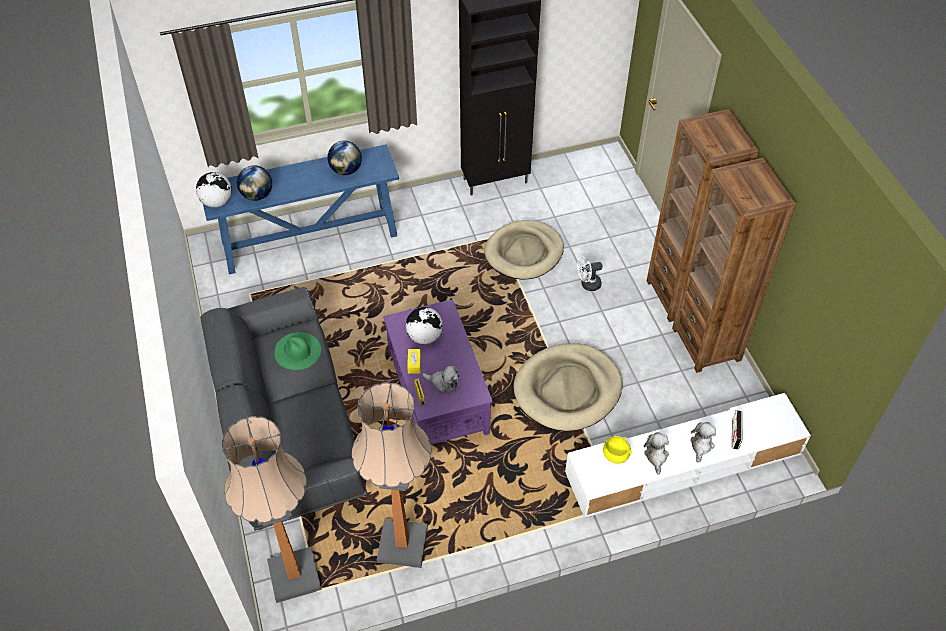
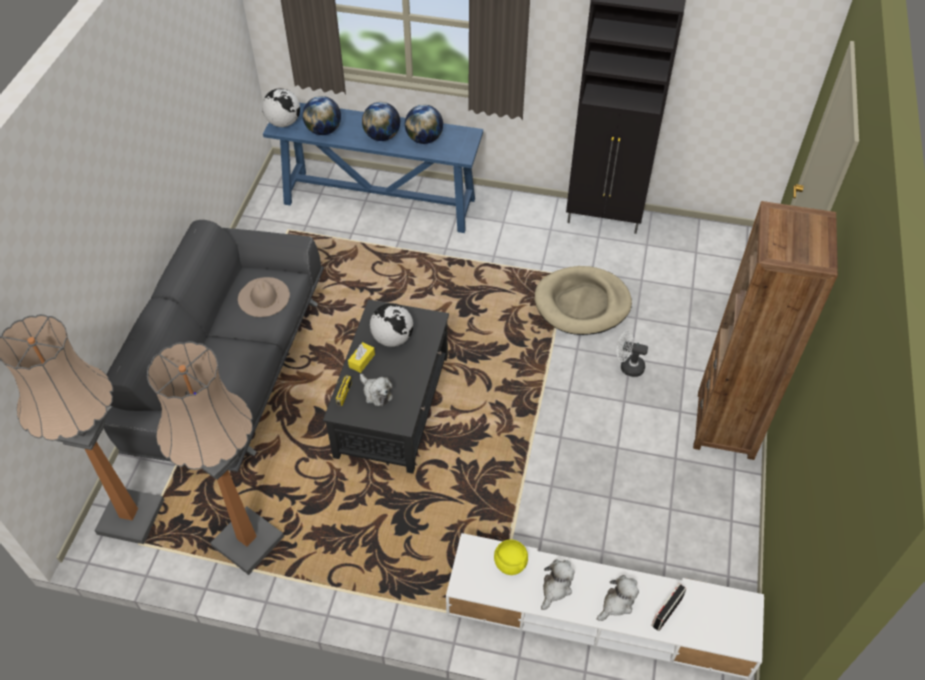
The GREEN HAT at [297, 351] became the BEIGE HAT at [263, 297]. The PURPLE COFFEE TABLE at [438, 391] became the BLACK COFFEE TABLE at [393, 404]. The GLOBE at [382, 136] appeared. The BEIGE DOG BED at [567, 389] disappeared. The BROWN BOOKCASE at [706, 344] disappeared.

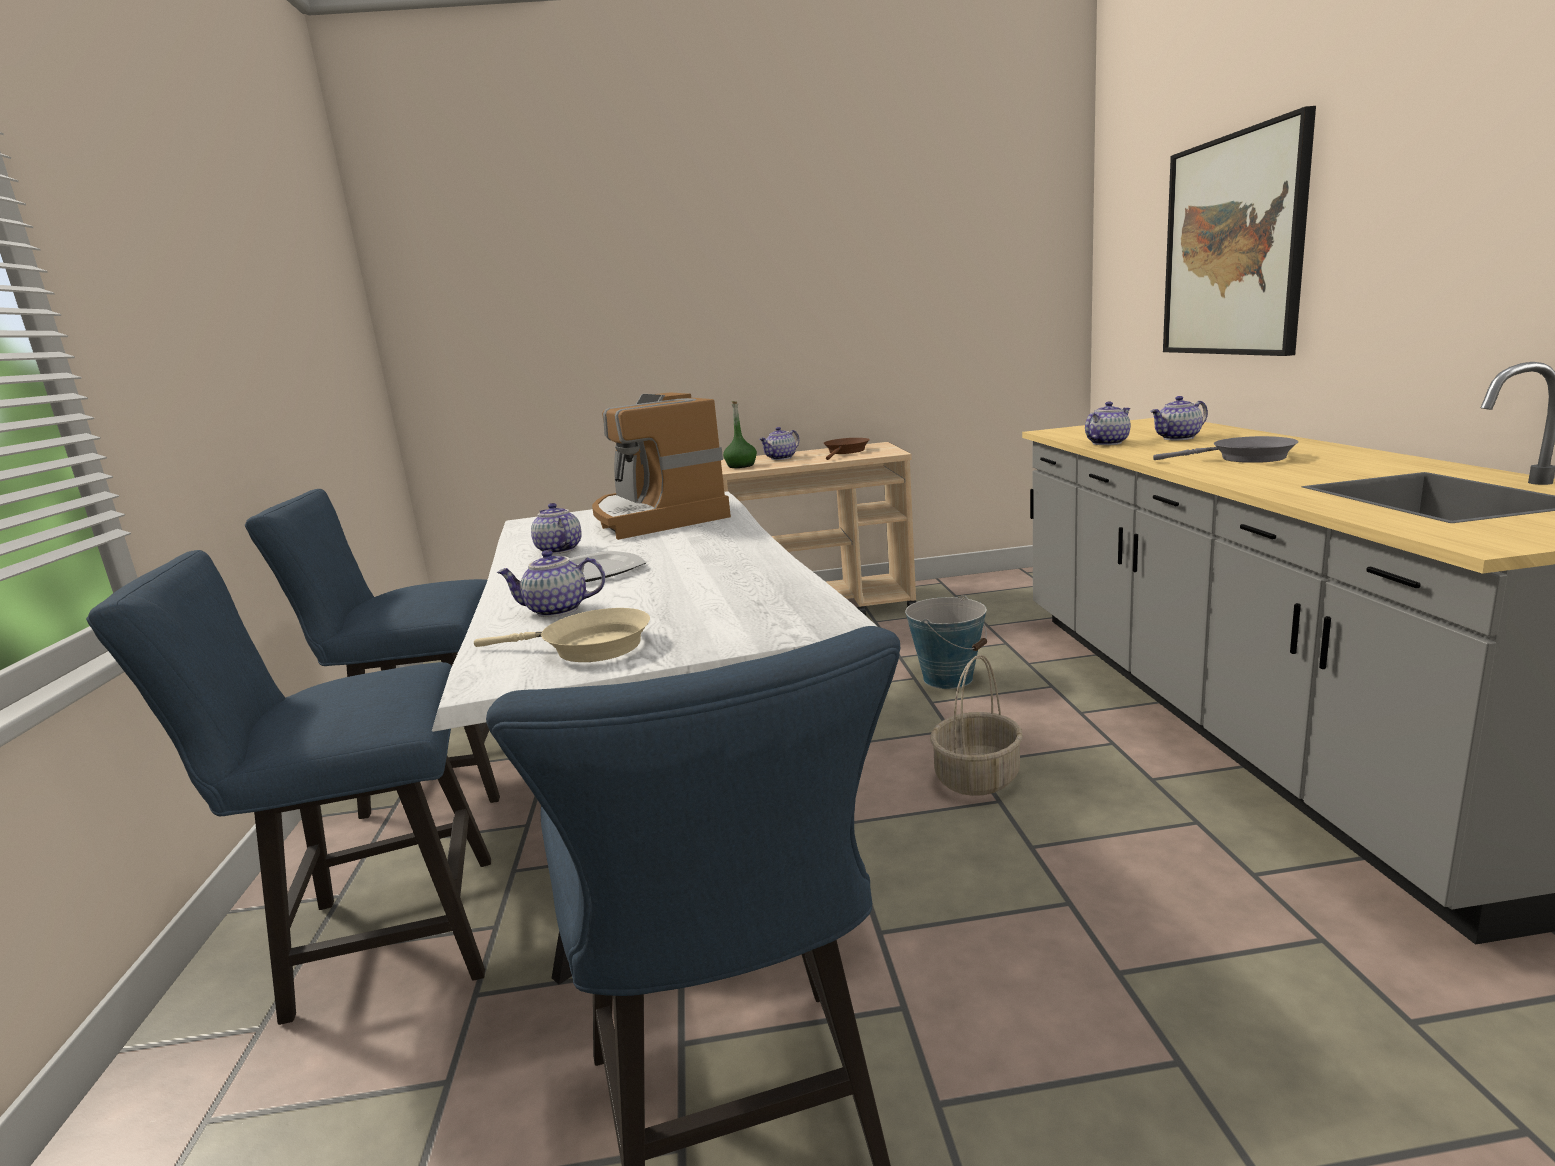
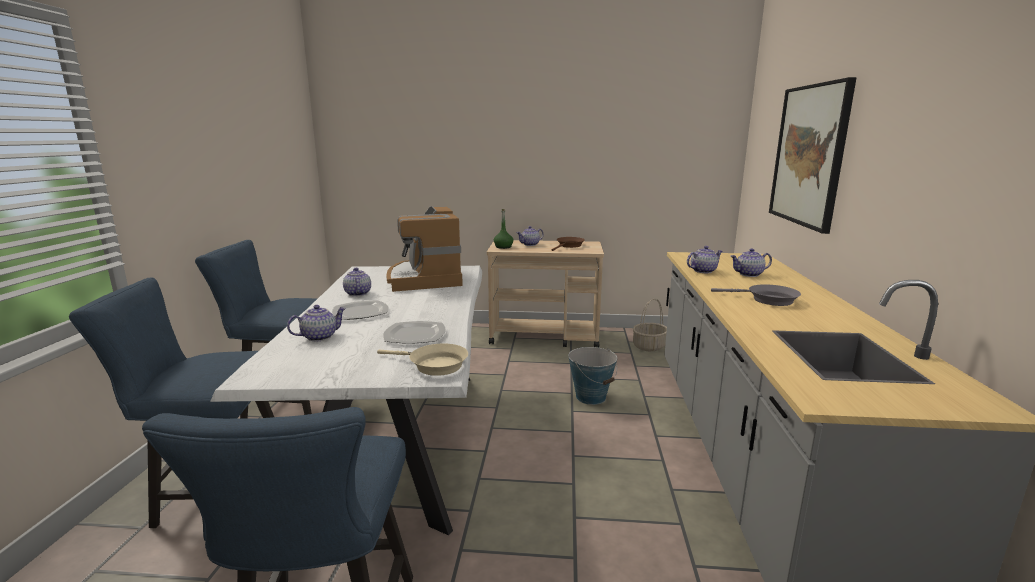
The TEAPOT at [556, 611] turned 135 degrees clockwise. The BEIGE FRYING PAN moved from [588, 648] to [434, 365]. The PLATE at [415, 335] appeared. The BASKET moved from [977, 778] to [649, 346].

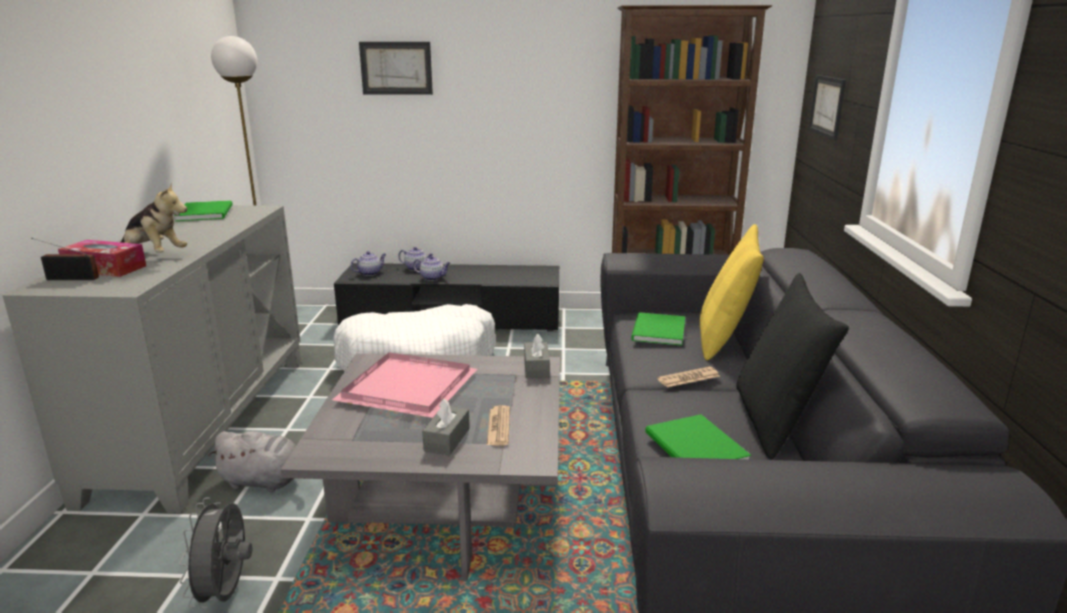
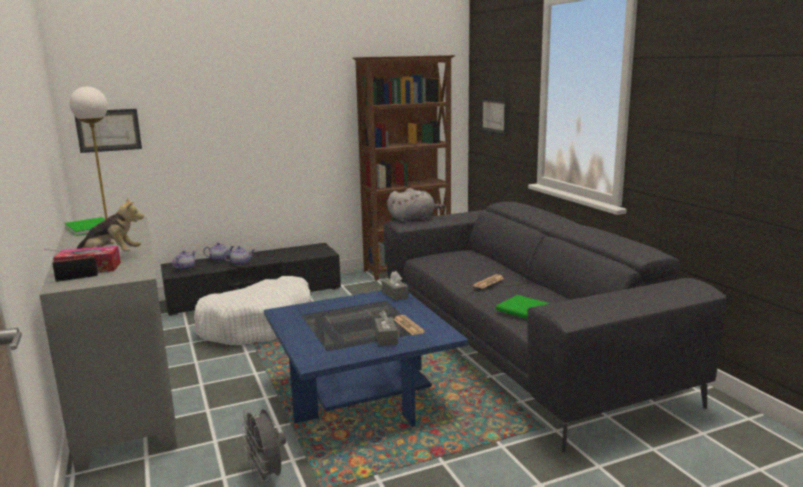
The PICTURE moved from [396, 68] to [108, 130]. The GREY COFFEE TABLE at [446, 503] became the BLUE COFFEE TABLE at [362, 395]. The GREY PLUSH TOY moved from [265, 482] to [413, 219]. The PINK TRAY at [410, 387] disappeared. The GREEN BOOK at [657, 331] disappeared. The YELLOW PILLOW at [724, 339] disappeared. The BLACK PILLOW at [774, 421] disappeared.

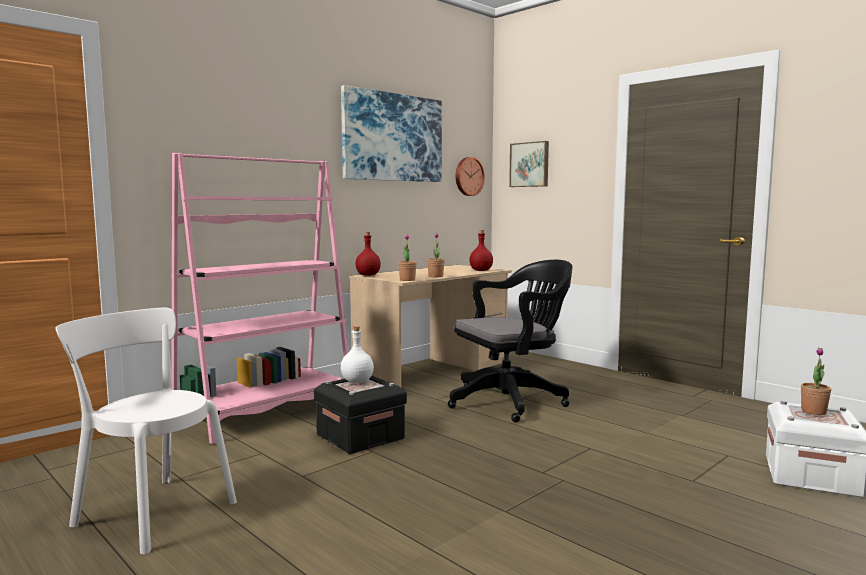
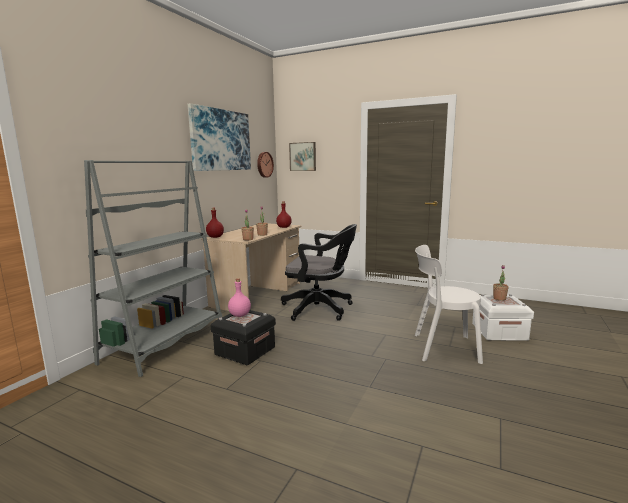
The PINK BOOKCASE at [267, 414] became the GREY BOOKCASE at [166, 344]. The WHITE BOTTLE at [358, 381] became the PINK BOTTLE at [240, 315]. The BLACK OFFICE CHAIR at [511, 400] turned 60 degrees clockwise. The WHITE CHAIR moved from [151, 511] to [442, 348].

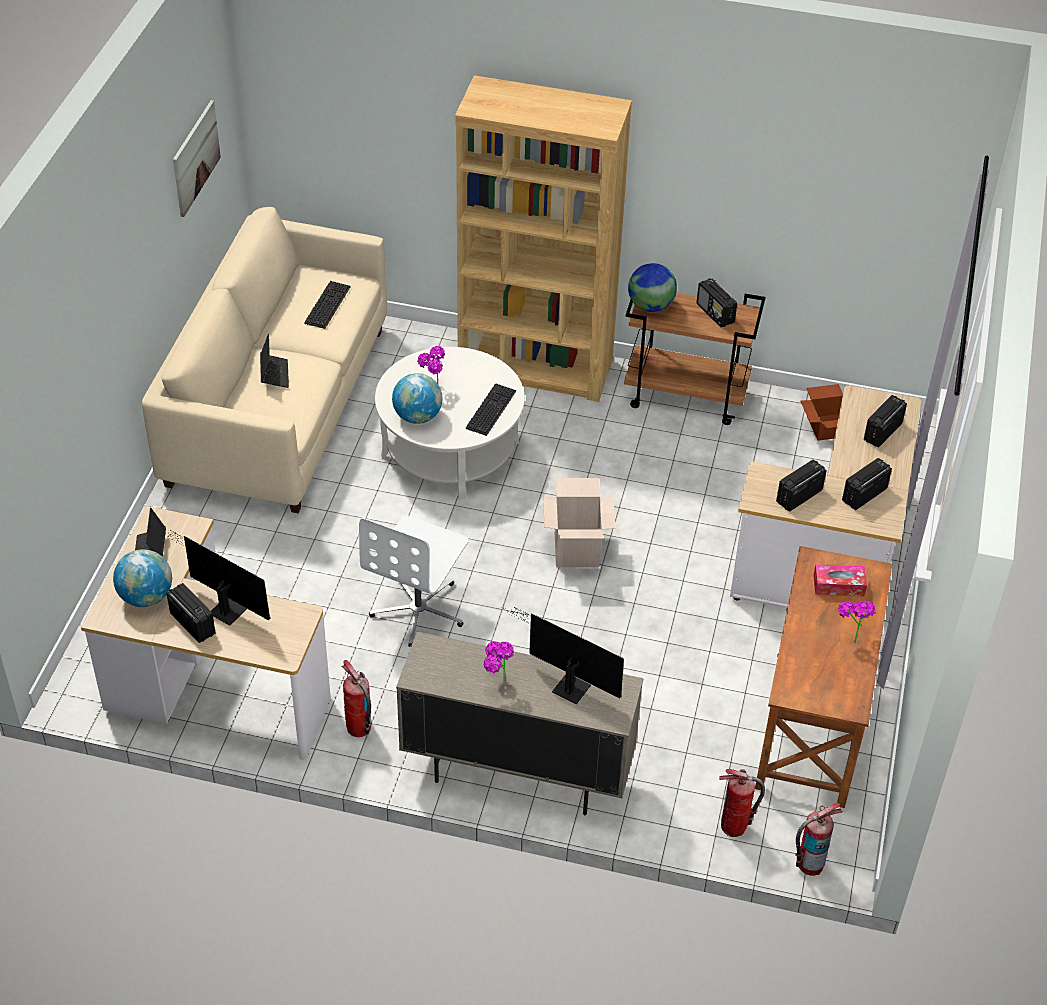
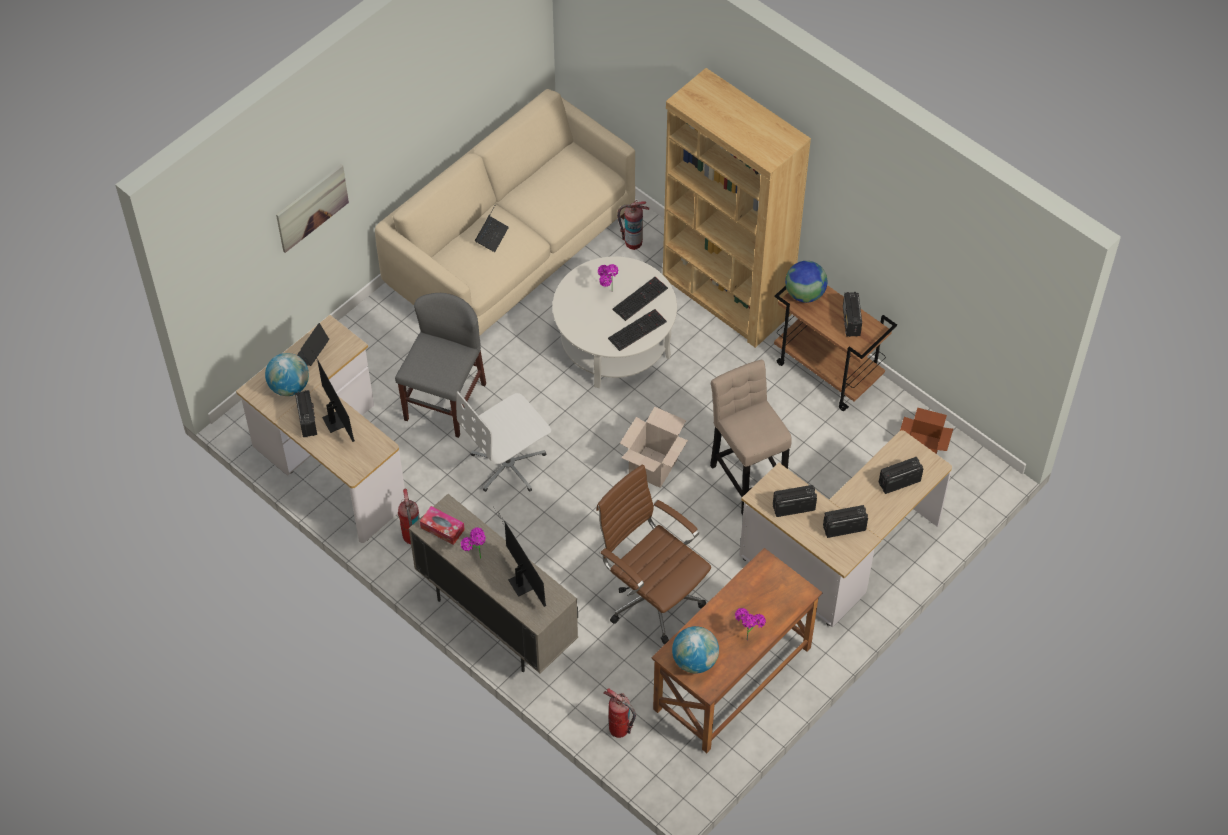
The PICTURE moved from [195, 158] to [312, 207]. The GREY CHAIR at [445, 402] appeared. The TISSUE BOX moved from [838, 585] to [442, 528]. The BROWN OFFICE CHAIR at [651, 597] appeared. The KEYBOARD moved from [327, 304] to [640, 298]. The FIRE EXTINGUISHER moved from [809, 864] to [633, 242]. The GLOBE moved from [418, 416] to [695, 660]. The BEIGE STOOL at [746, 477] appeared.

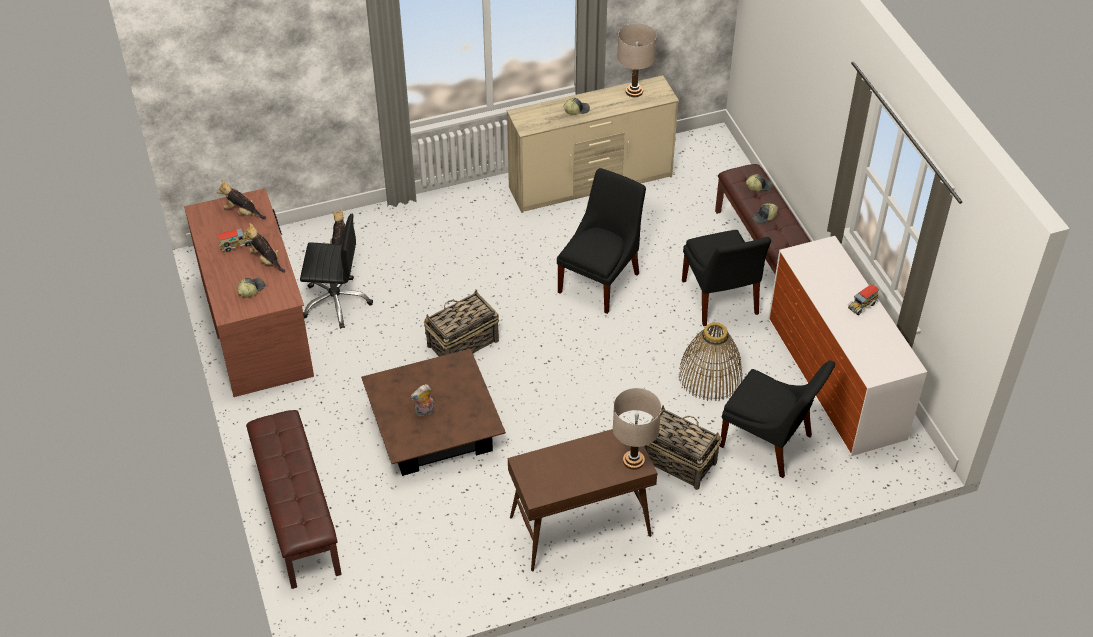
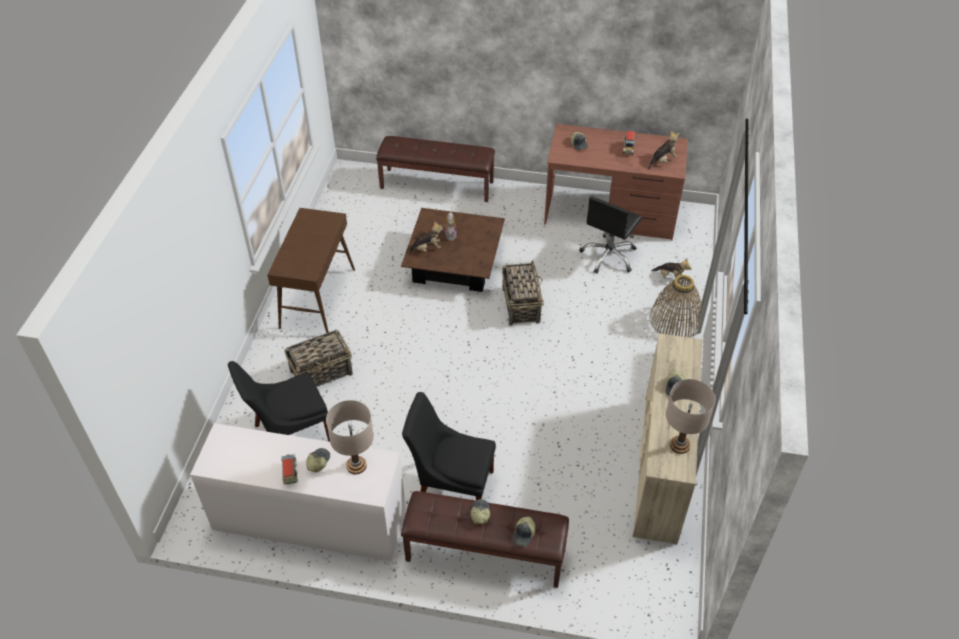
The CAP at [318, 461] appeared. The BEIGE TABLE LAMP moved from [633, 460] to [356, 465]. The PLUSH TOY moved from [266, 260] to [427, 249]. The BASKET moved from [710, 376] to [675, 320]. The BLACK CHAIR at [601, 280] disappeared.

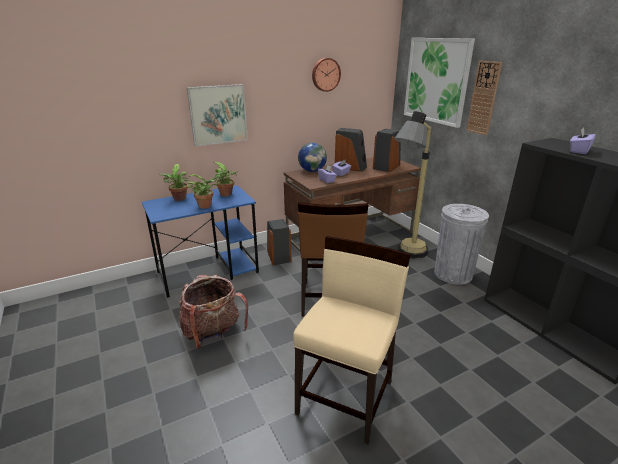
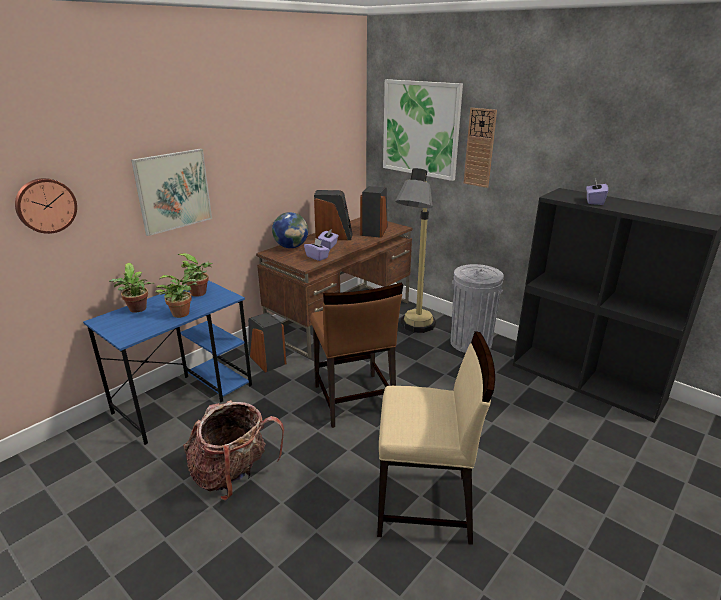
The WALL CLOCK moved from [325, 74] to [45, 205]. The BEIGE CHAIR at [346, 396] turned 90 degrees clockwise.

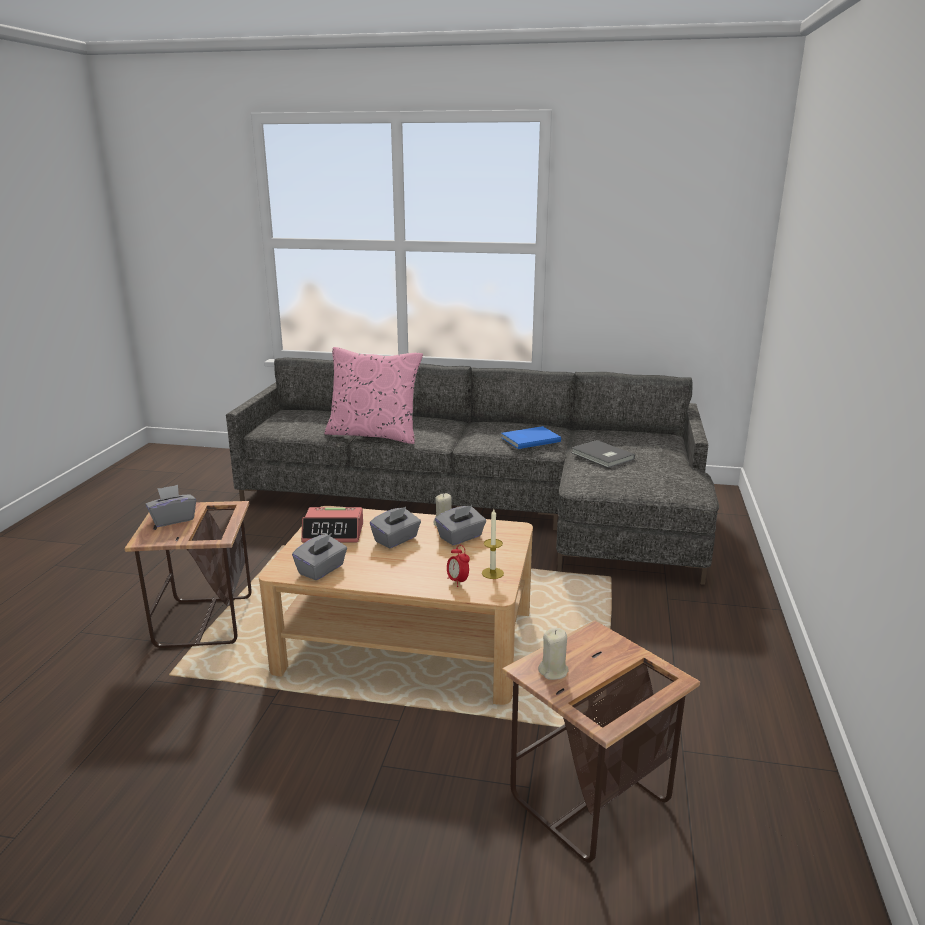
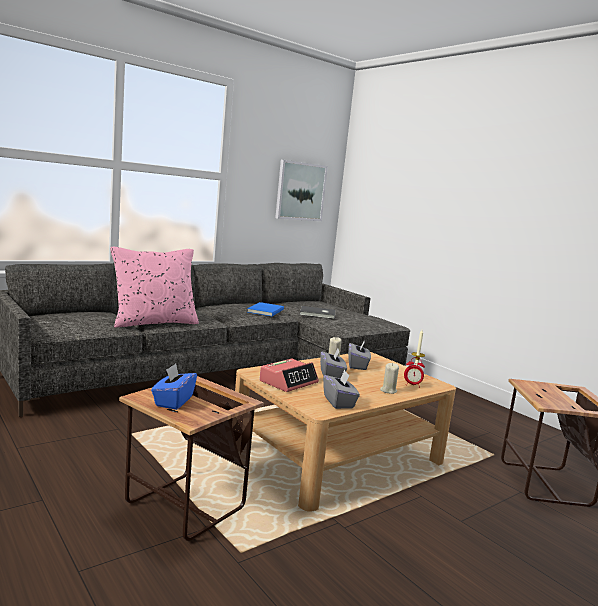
The GREY TISSUE BOX at [173, 519] became the BLUE TISSUE BOX at [173, 401]. The PICTURE at [300, 191] appeared. The BEIGE CANDLE moved from [553, 671] to [388, 390].

